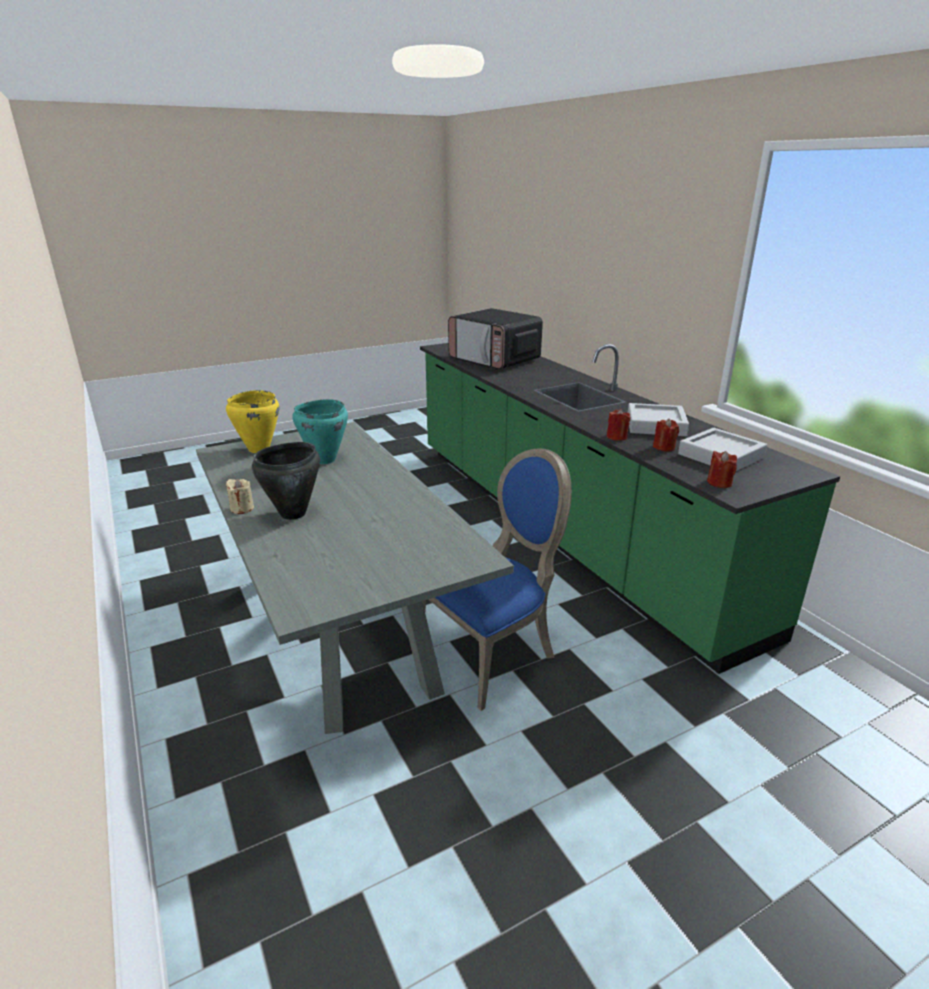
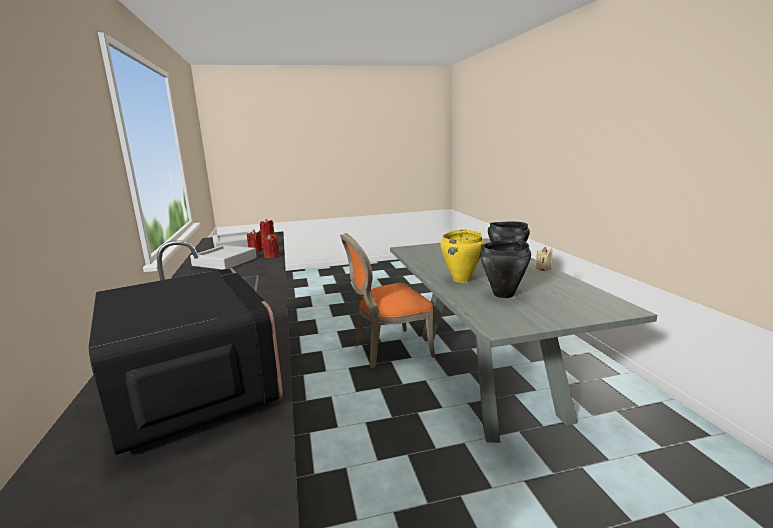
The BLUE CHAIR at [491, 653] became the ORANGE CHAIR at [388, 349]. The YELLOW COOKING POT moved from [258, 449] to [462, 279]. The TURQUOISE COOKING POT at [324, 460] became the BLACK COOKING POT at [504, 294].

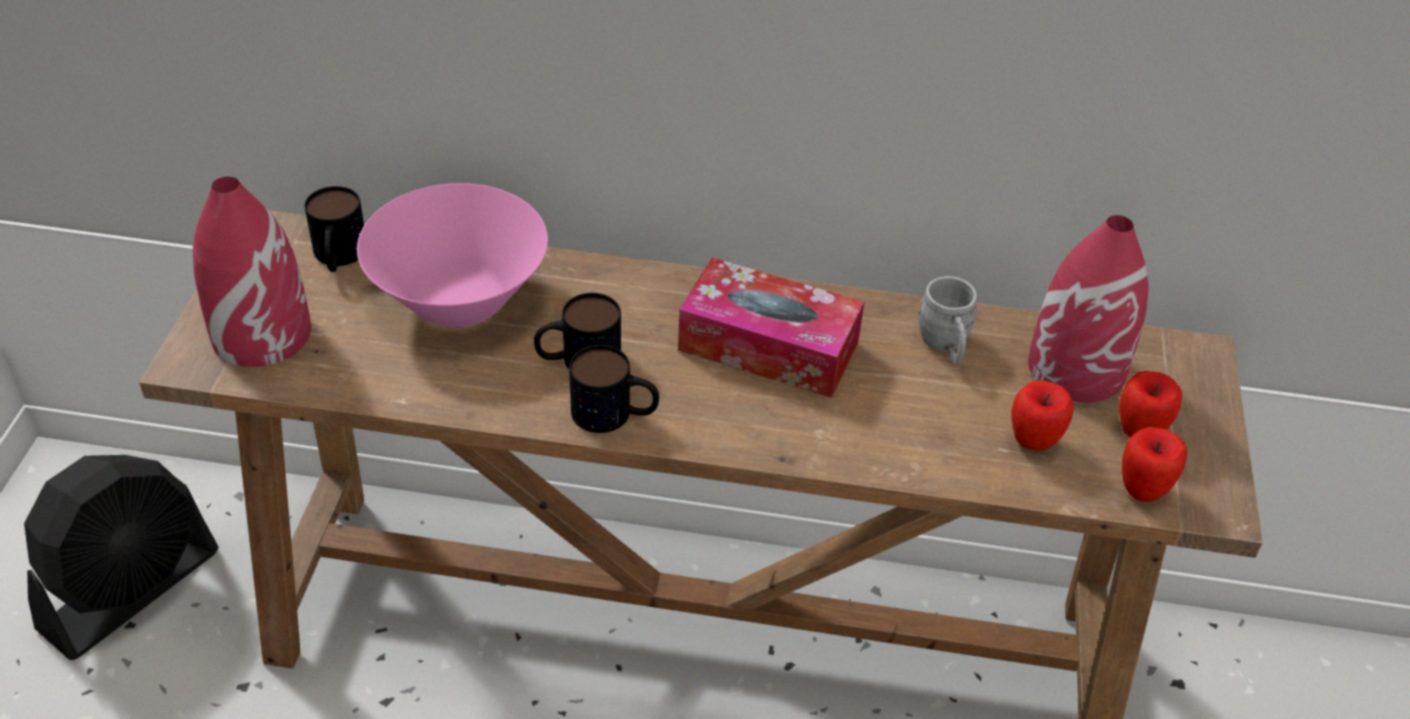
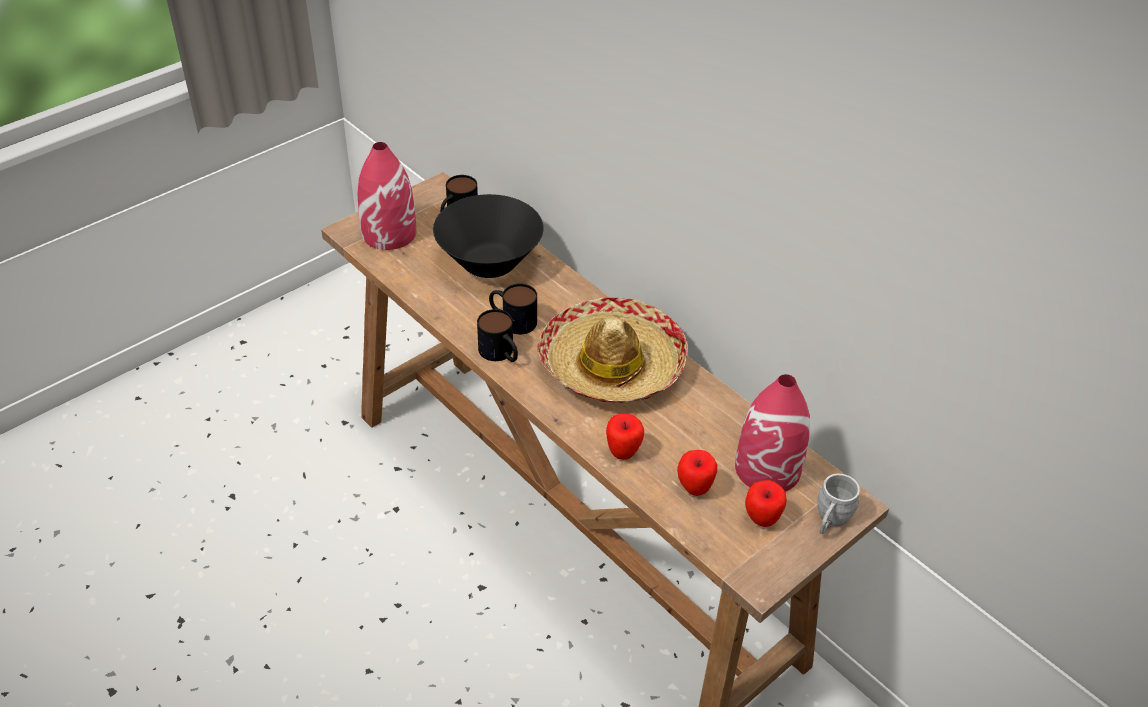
The PINK BOWL at [460, 300] became the BLACK BOWL at [489, 263]. The TISSUE BOX at [768, 346] was replaced by the HAT at [612, 364]. The APPLE moved from [1142, 490] to [623, 452]. The GREY MUG moved from [945, 346] to [830, 520]. The BLACK FAN at [131, 589] disappeared.

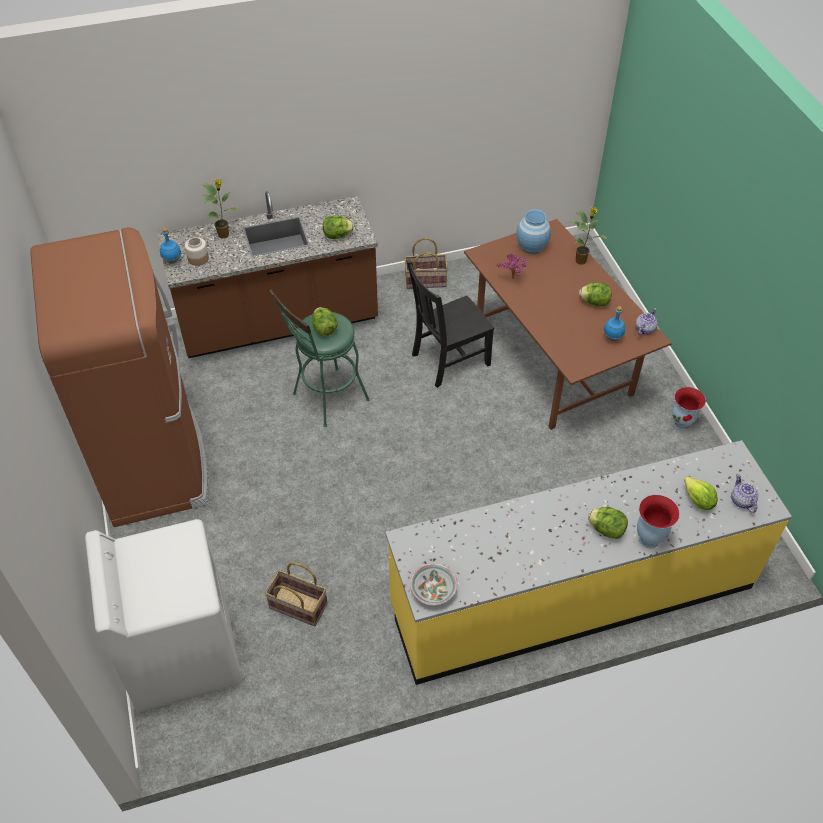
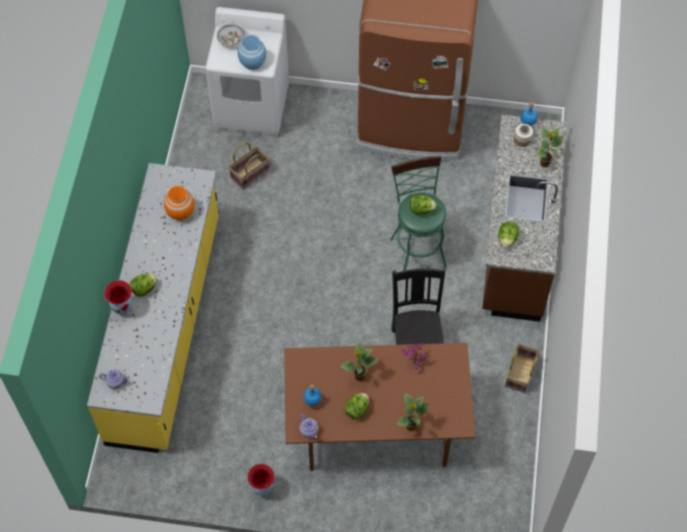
The ORANGE VASE at [180, 212] appeared. The BOWL moved from [433, 591] to [231, 40]. The BLUE VASE moved from [532, 246] to [252, 62]. The POTTED PLANT at [359, 377] appeared. The LETTUCE at [698, 501] disappeared.

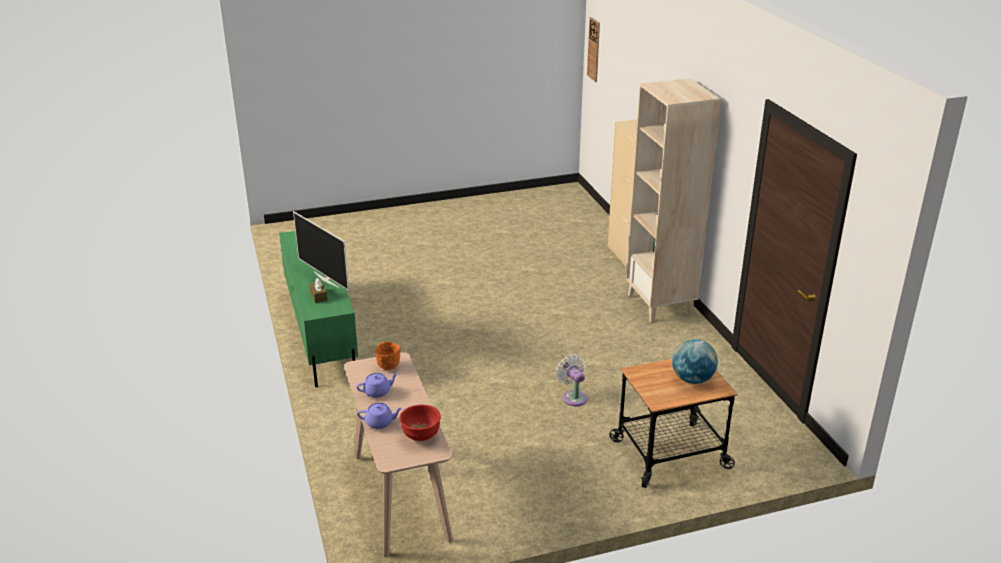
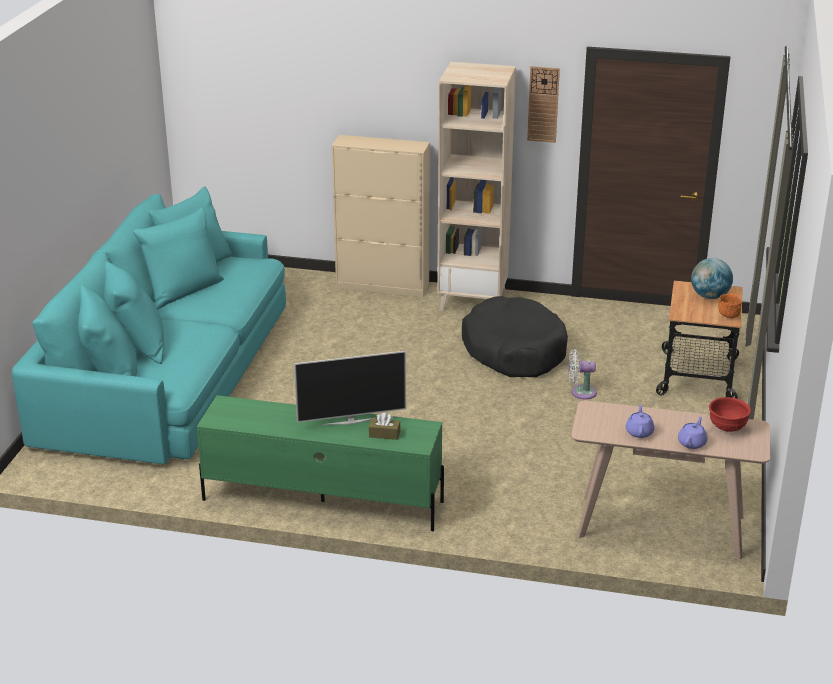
The TURQUOISE SOFA at [167, 374] appeared. The BLACK DOG BED at [514, 351] appeared. The WALL CLOCK moved from [594, 49] to [543, 104]. The ORANGE BOWL moved from [389, 366] to [728, 316].

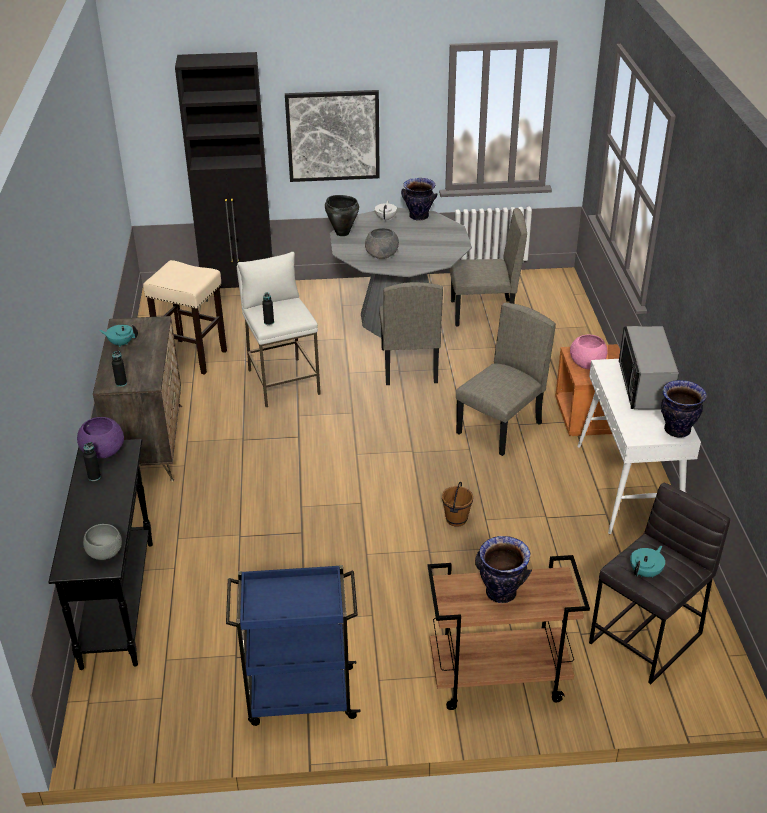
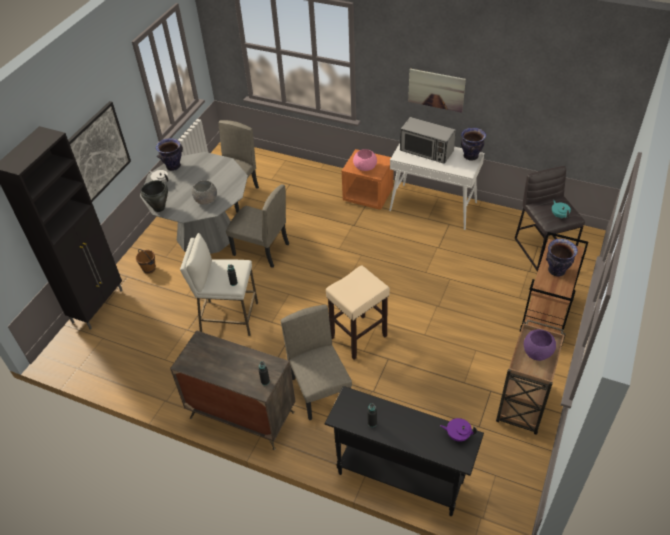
The BROWN BUCKET moved from [456, 519] to [149, 269]. The BEIGE CHAIR moved from [500, 428] to [320, 391]. The BEIGE STOOL moved from [193, 356] to [359, 336]. The PICTURE at [436, 90] appeared. The GREY BOWL at [106, 553] was replaced by the PURPLE TEAPOT at [457, 435]. The BLUE CART at [299, 696] became the BROWN CART at [522, 405]. The PURPLE BOWL moved from [103, 451] to [537, 352]. The TURQUOISE TEAPOT at [121, 343] disappeared.

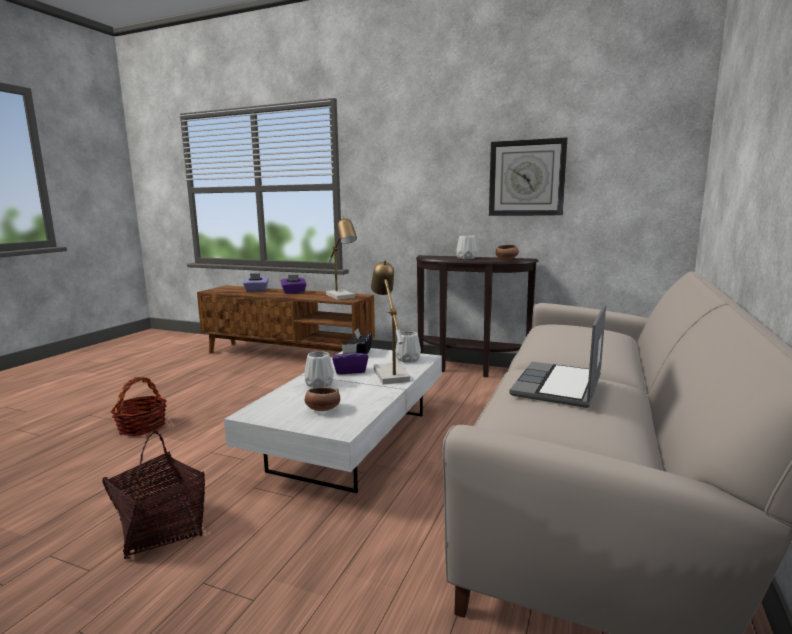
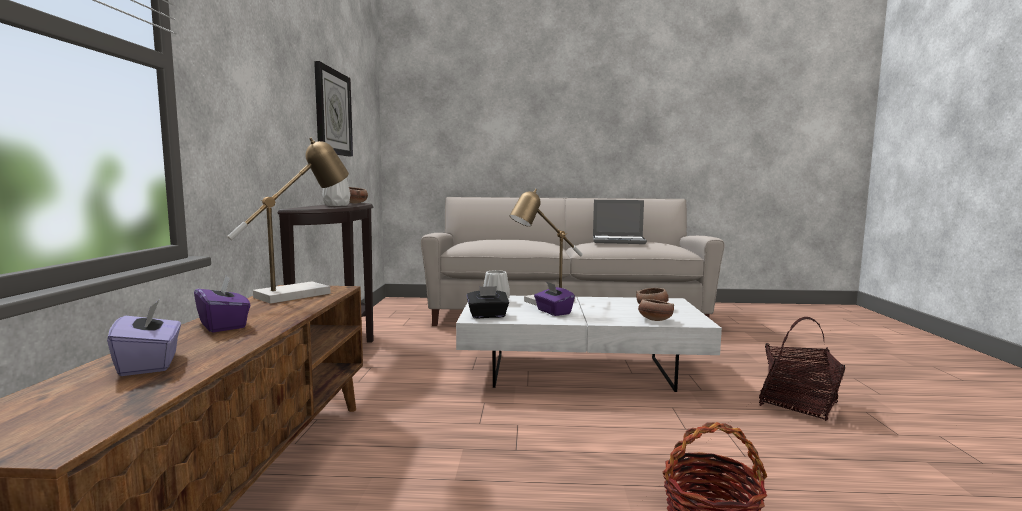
The BOWL at [654, 320] appeared. The WHITE VASE at [319, 384] disappeared.

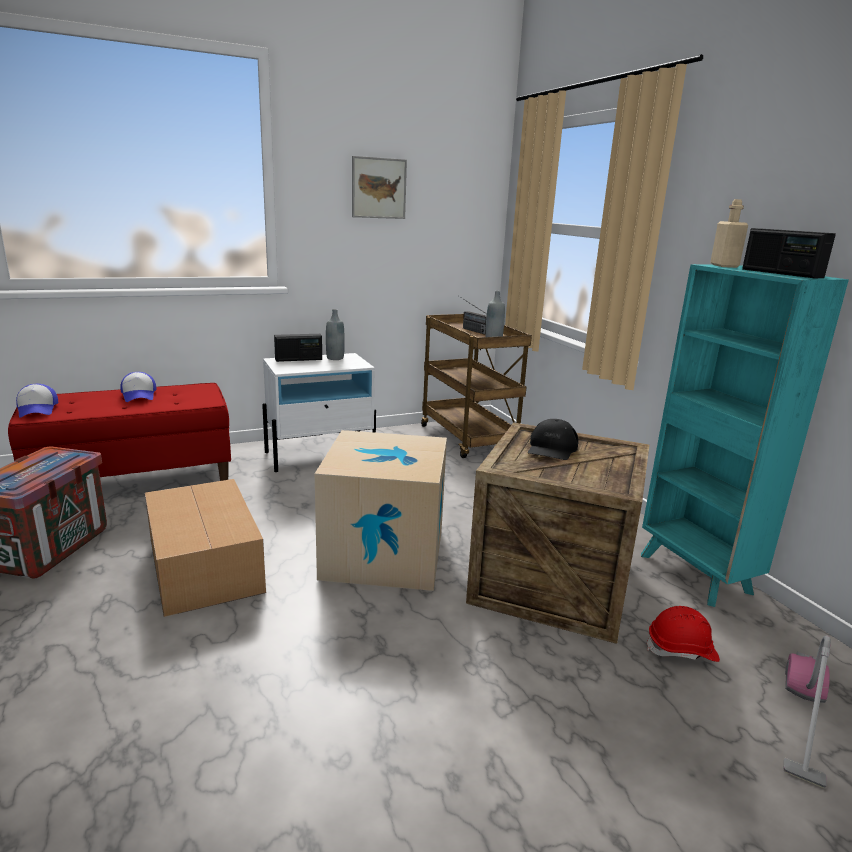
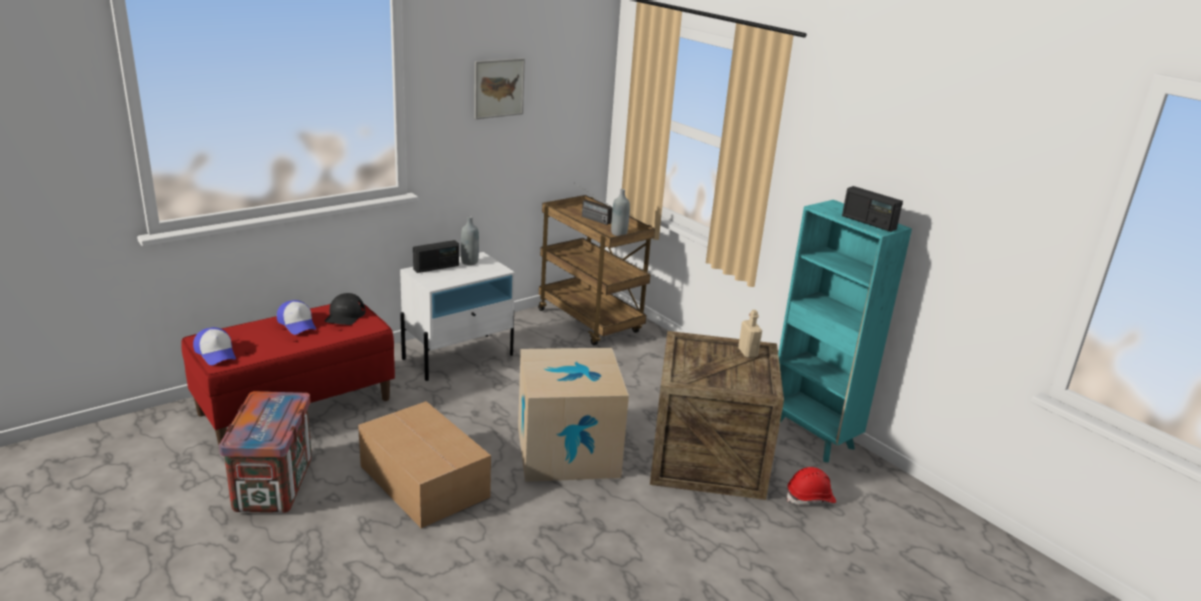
The BLACK CAP moved from [551, 448] to [345, 315]. The BEIGE BOTTLE moved from [724, 266] to [747, 353]. The VACUUM CLEANER at [803, 720] disappeared.

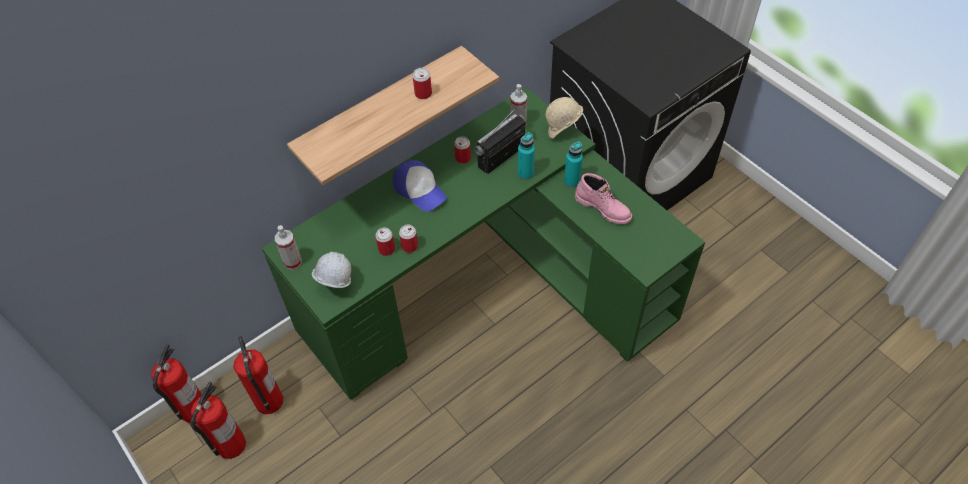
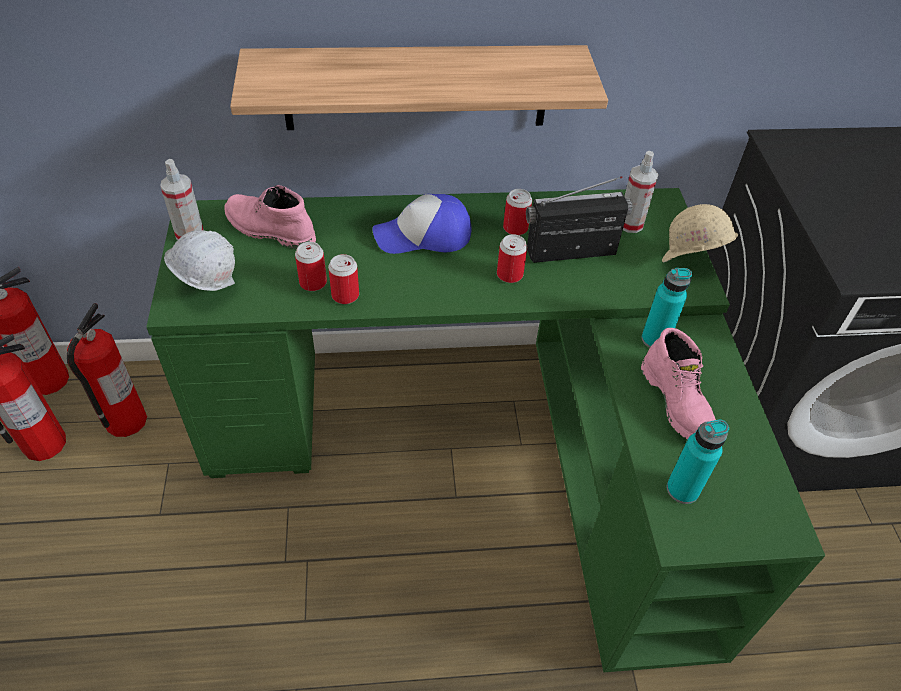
The PINK BOOT at [269, 230] appeared. The CAP at [420, 190] turned 90 degrees clockwise. The CAN moved from [423, 94] to [509, 274]. The TURQUOISE BOTTLE moved from [525, 173] to [682, 489].

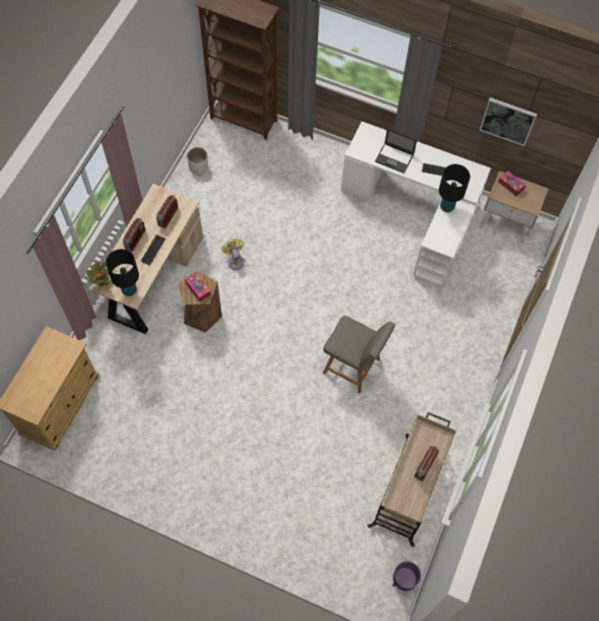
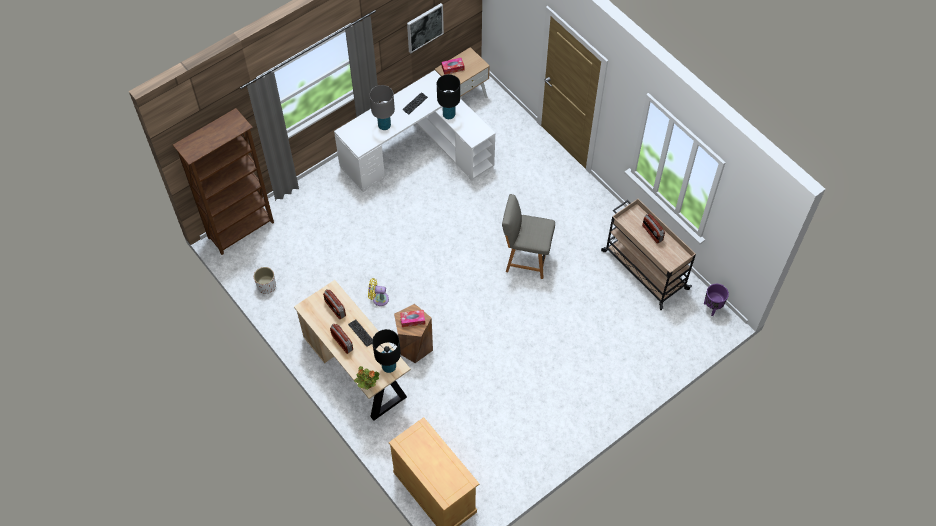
The LAPTOP at [395, 158] was replaced by the GREY TABLE LAMP at [384, 125]. The GREY CHAIR at [353, 367] turned 135 degrees counterclockwise.

